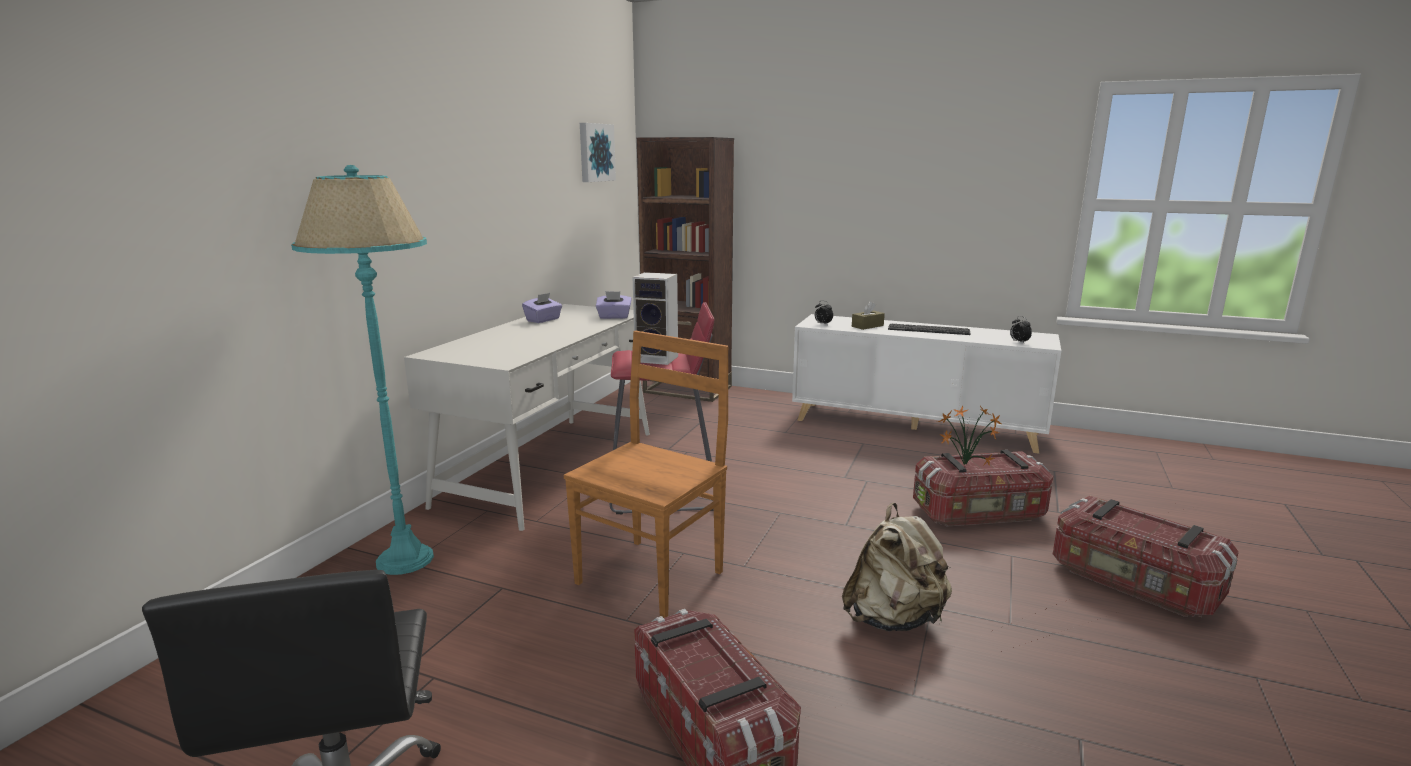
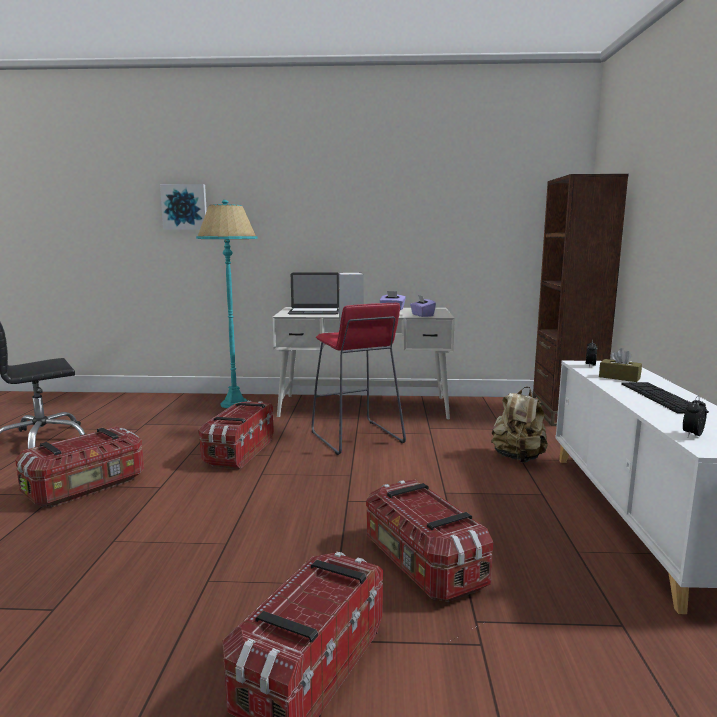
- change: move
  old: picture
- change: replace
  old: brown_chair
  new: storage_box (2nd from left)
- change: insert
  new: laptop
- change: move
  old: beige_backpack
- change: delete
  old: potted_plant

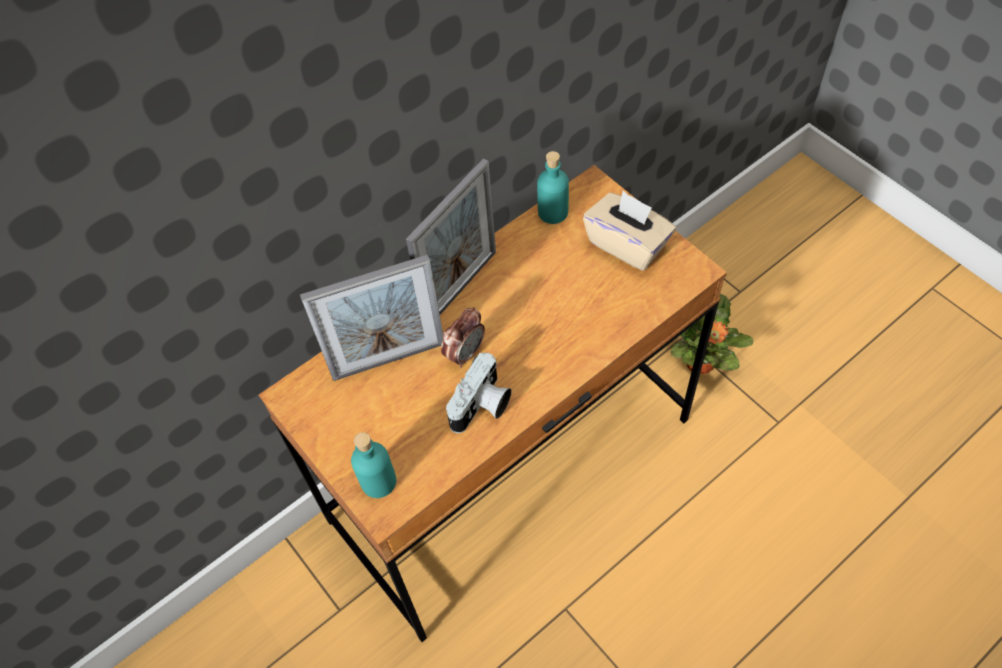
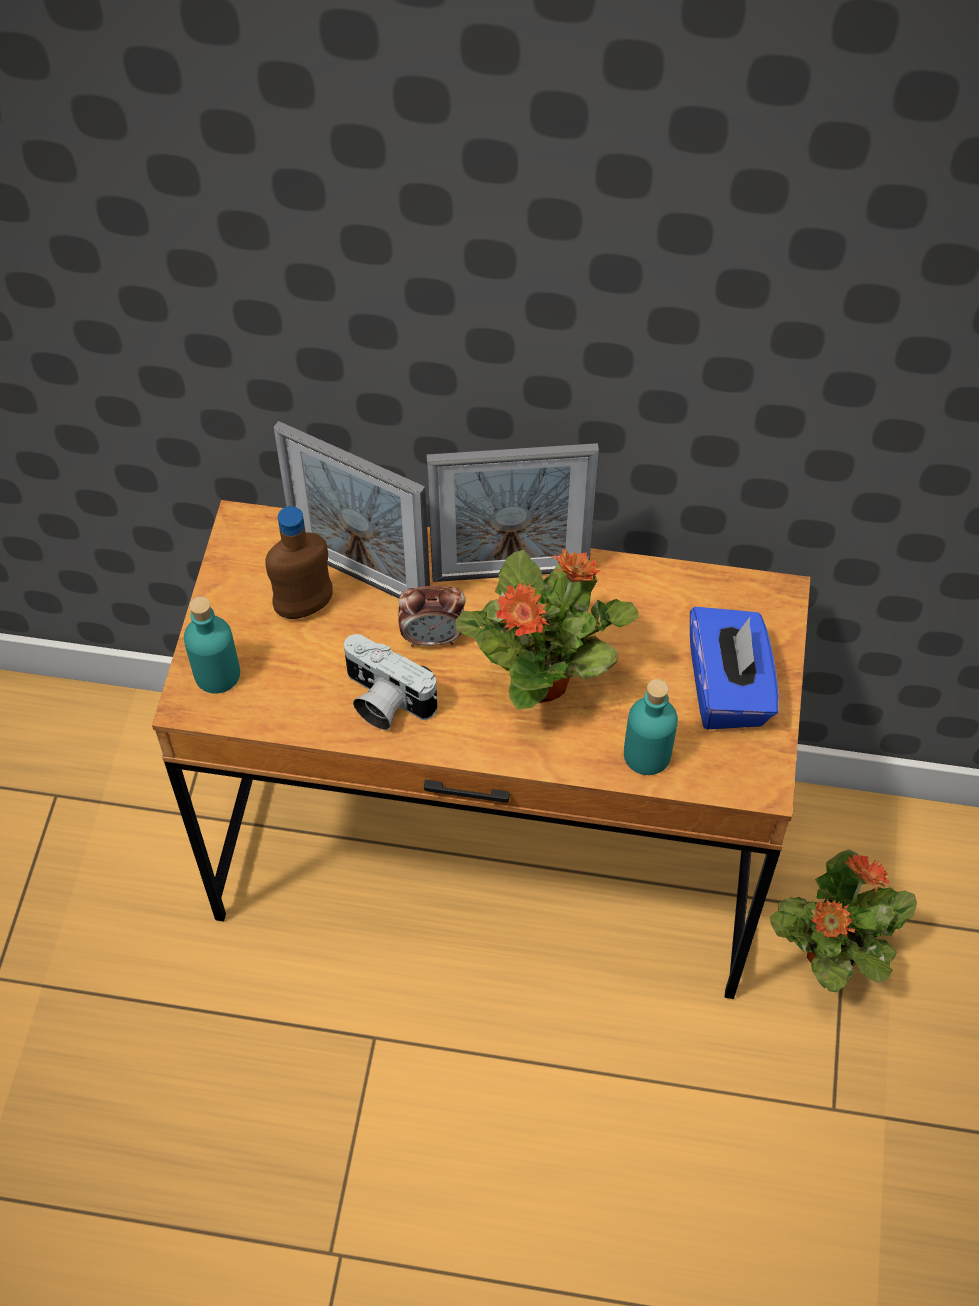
- change: insert
  new: brown_bottle
- change: rotate
  old: photo_camera
  degrees: 45
- change: insert
  new: potted_plant (1st from left)
- change: move
  old: turquoise_bottle (2nd from left)
- change: recolor
  old: beige_tissue_box
  new: blue_tissue_box

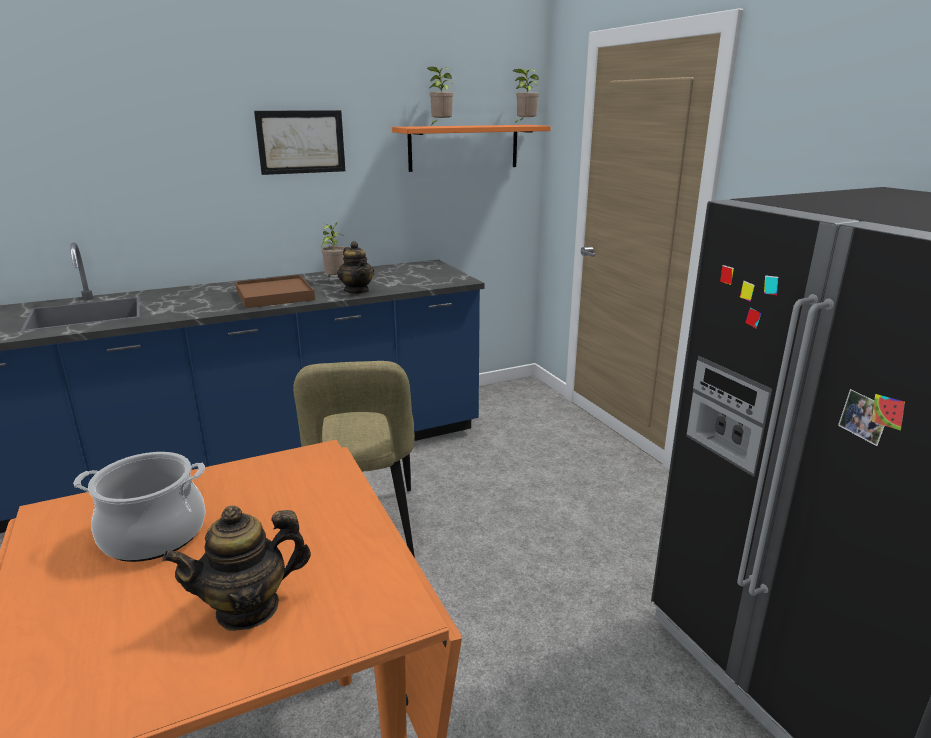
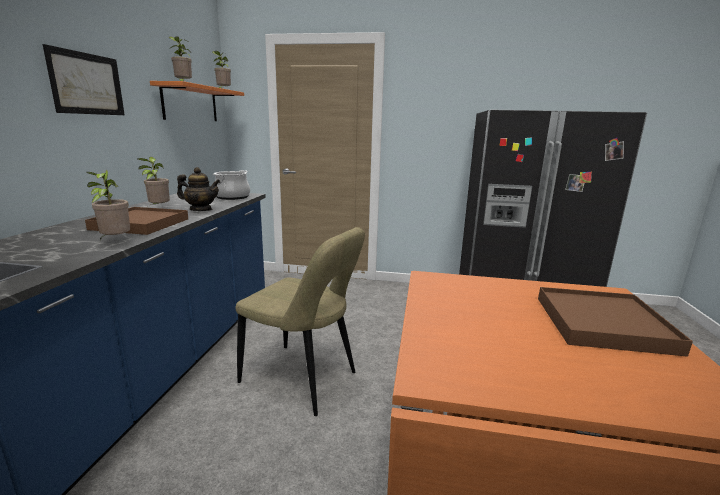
- change: insert
  new: potted_plant (1st from left)
- change: move
  old: cooking_pot
- change: replace
  old: teapot (1st from left)
  new: brown_tray (2nd from left)

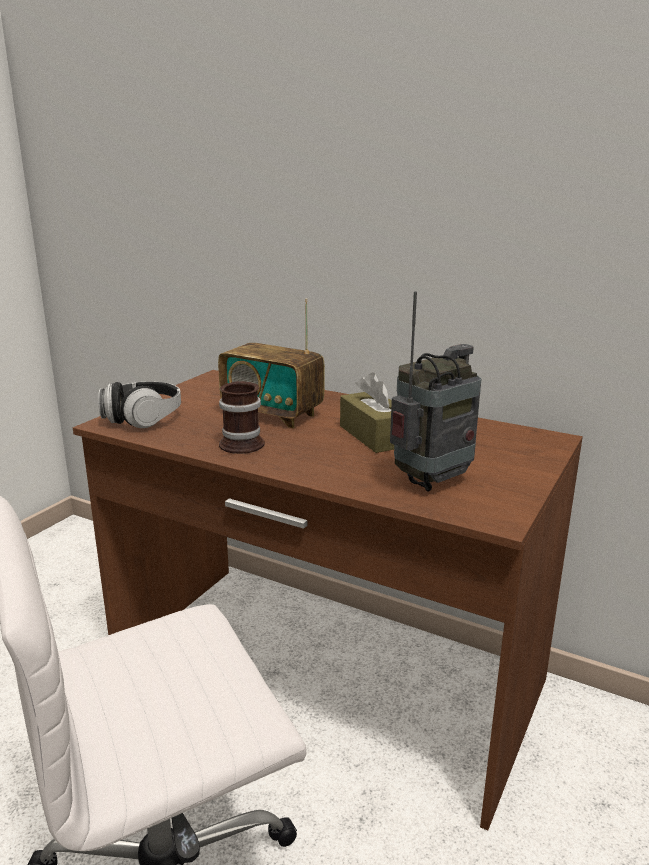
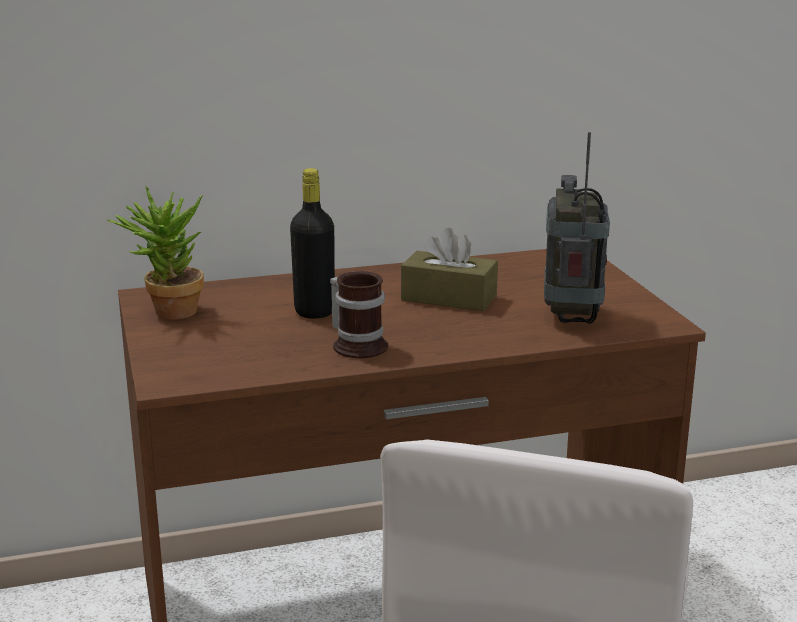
- change: insert
  new: potted_plant
- change: replace
  old: radio (1st from left)
  new: black_bottle
- change: delete
  old: headphones

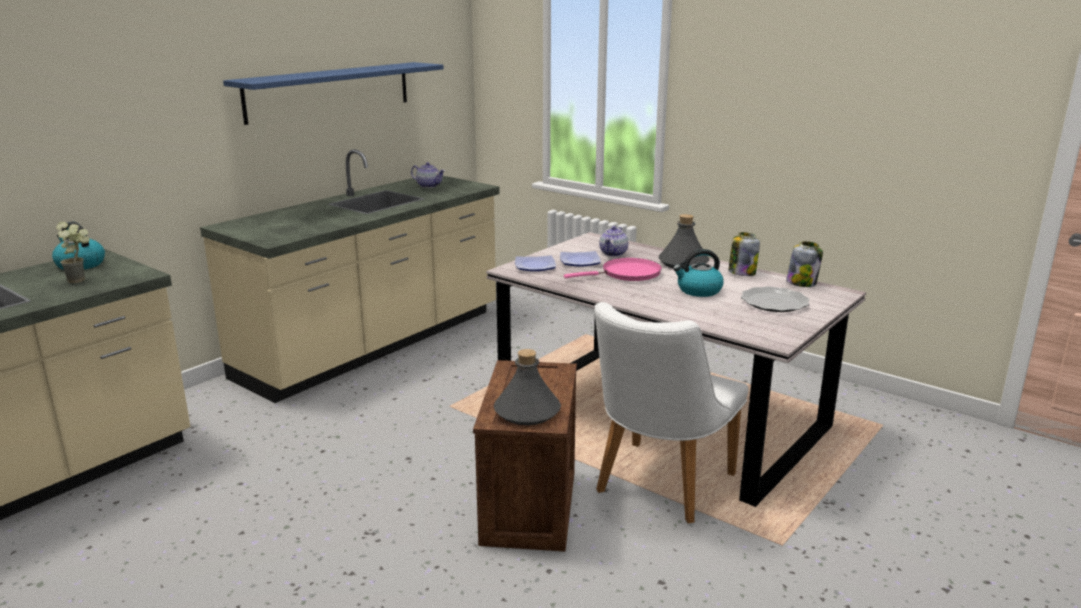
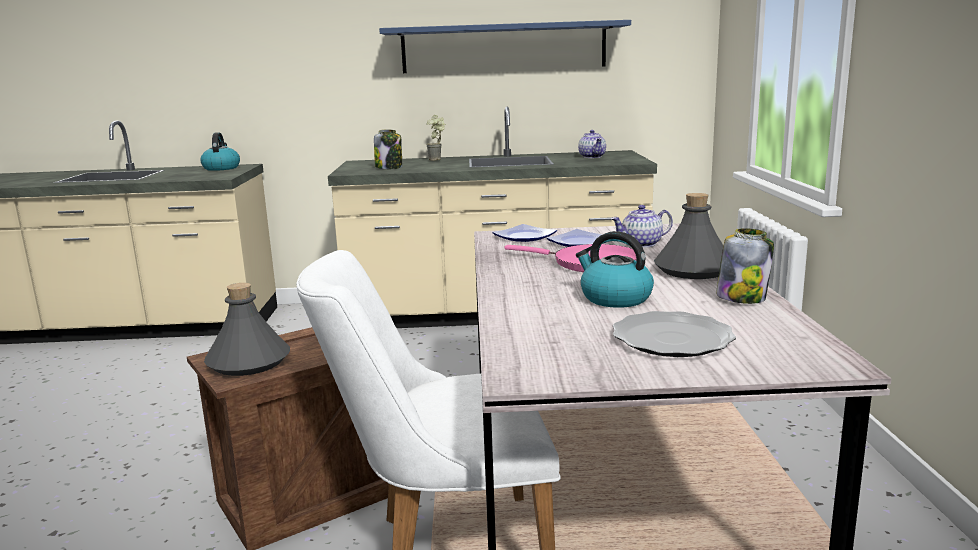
- change: move
  old: jar (2nd from left in the first image)
  new: jar (1st from left)
- change: move
  old: potted_plant

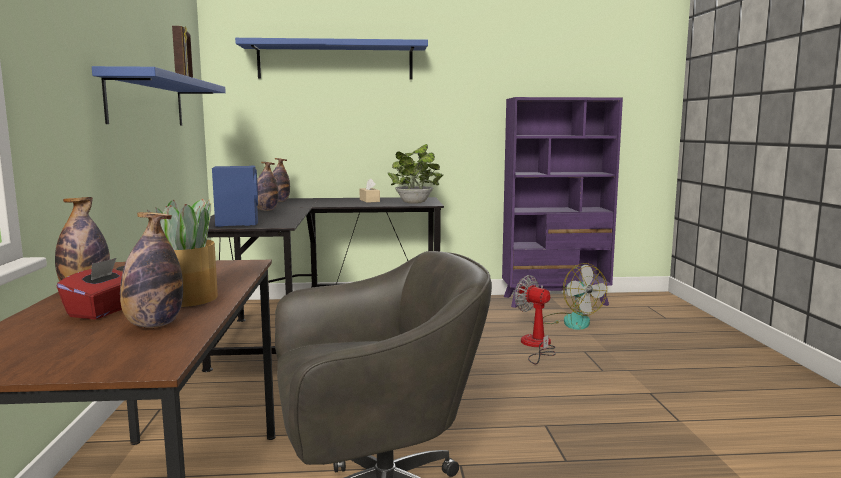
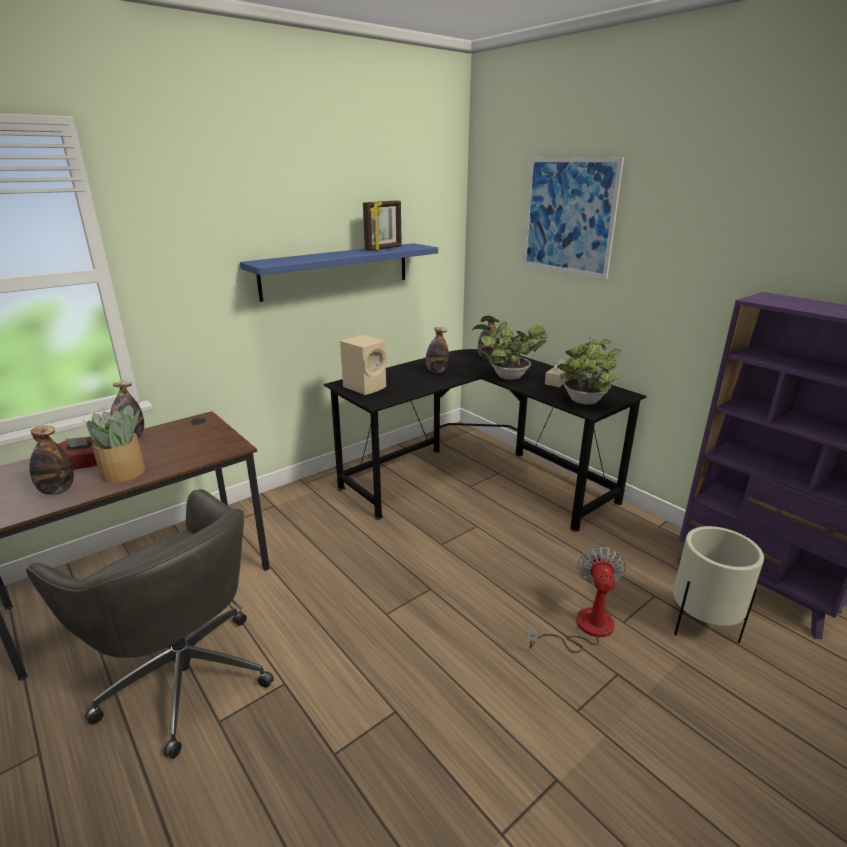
- change: recolor
  old: blue_speaker
  new: beige_speaker
- change: insert
  new: potted_plant (2nd from left)
- change: replace
  old: blue_shelf (2nd from left)
  new: picture
- change: replace
  old: fan (2nd from left)
  new: beige_planter

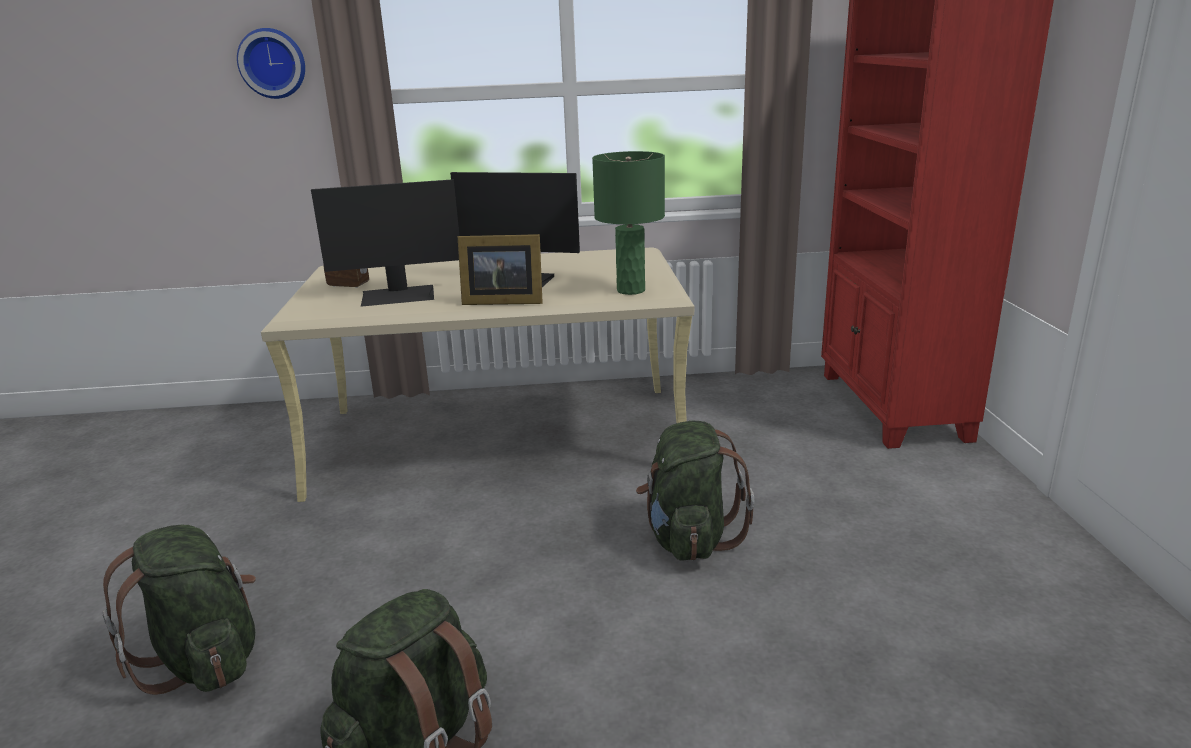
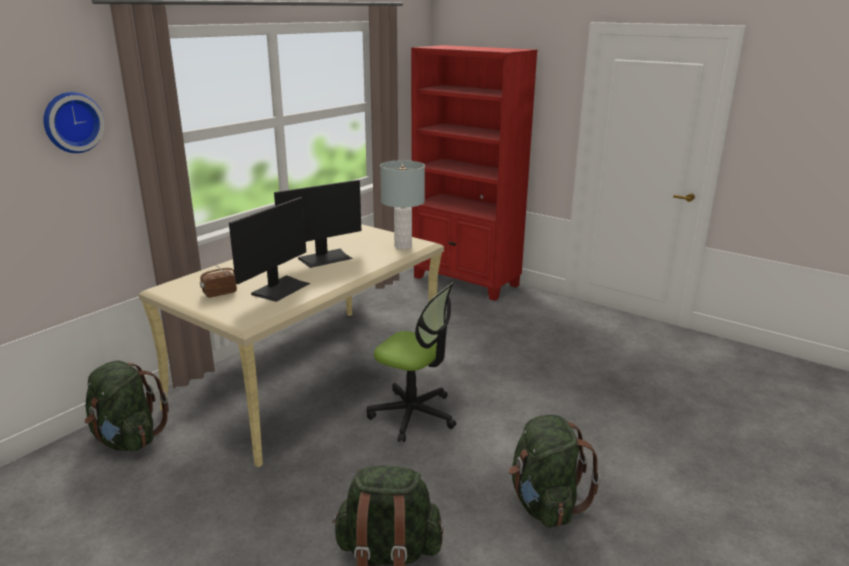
- change: move
  old: green_backpack (3rd from left in the first image)
  new: green_backpack (1st from left)
- change: insert
  new: office_chair
- change: recolor
  old: green_table_lamp
  new: grey_table_lamp
- change: delete
  old: picture_frame

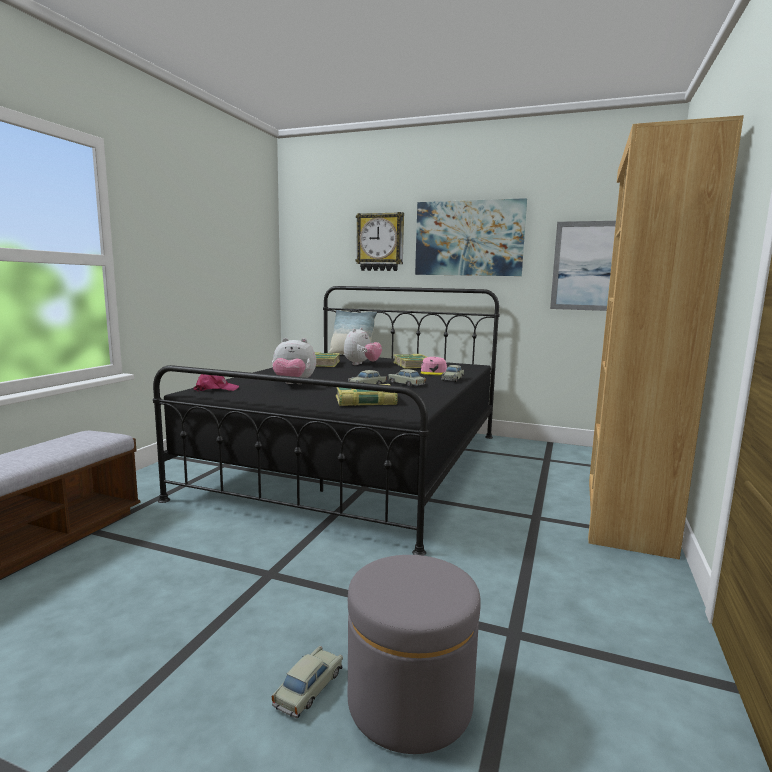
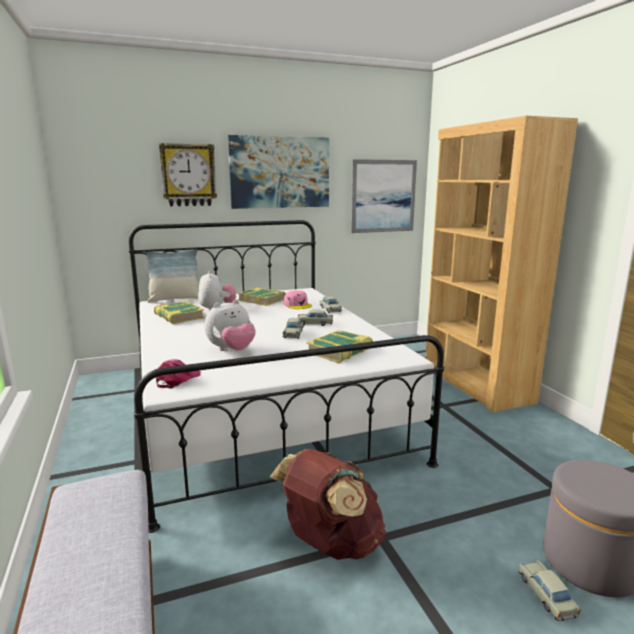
- change: recolor
  old: black_bed
  new: white_bed
- change: insert
  new: brown_backpack

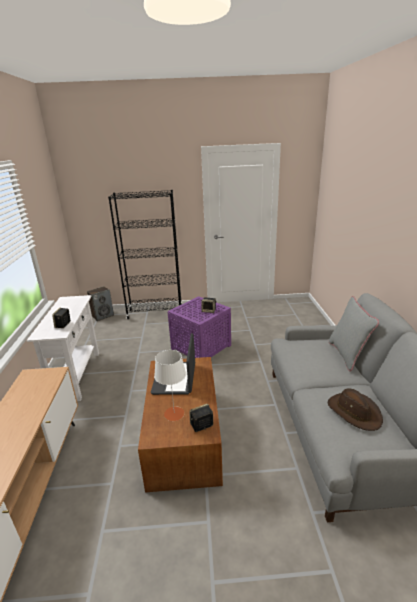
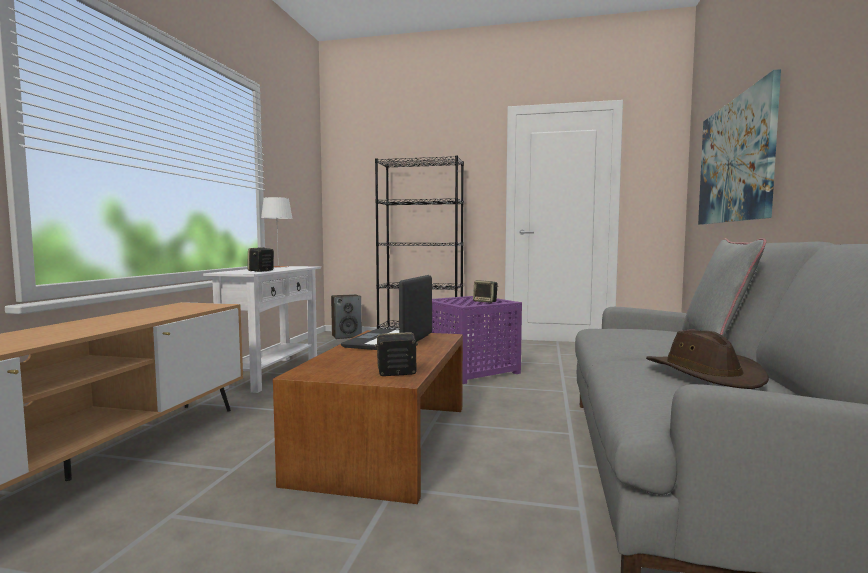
- change: move
  old: white_table_lamp
- change: insert
  new: picture

